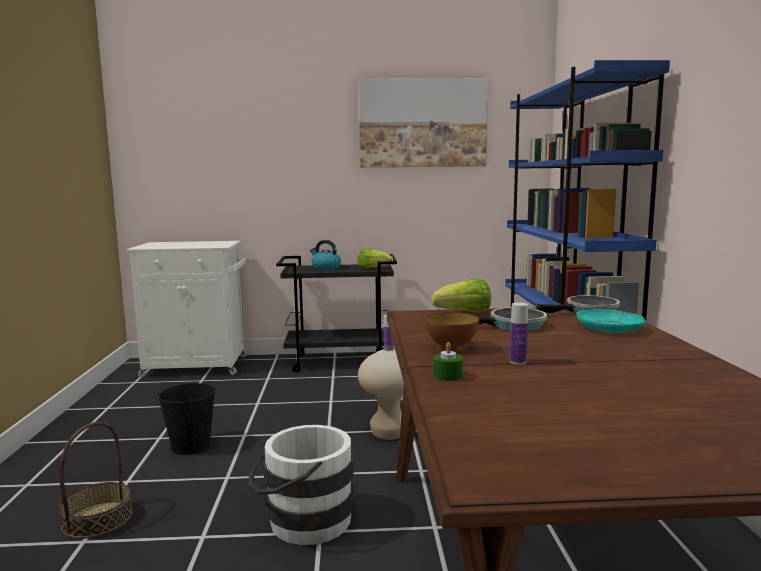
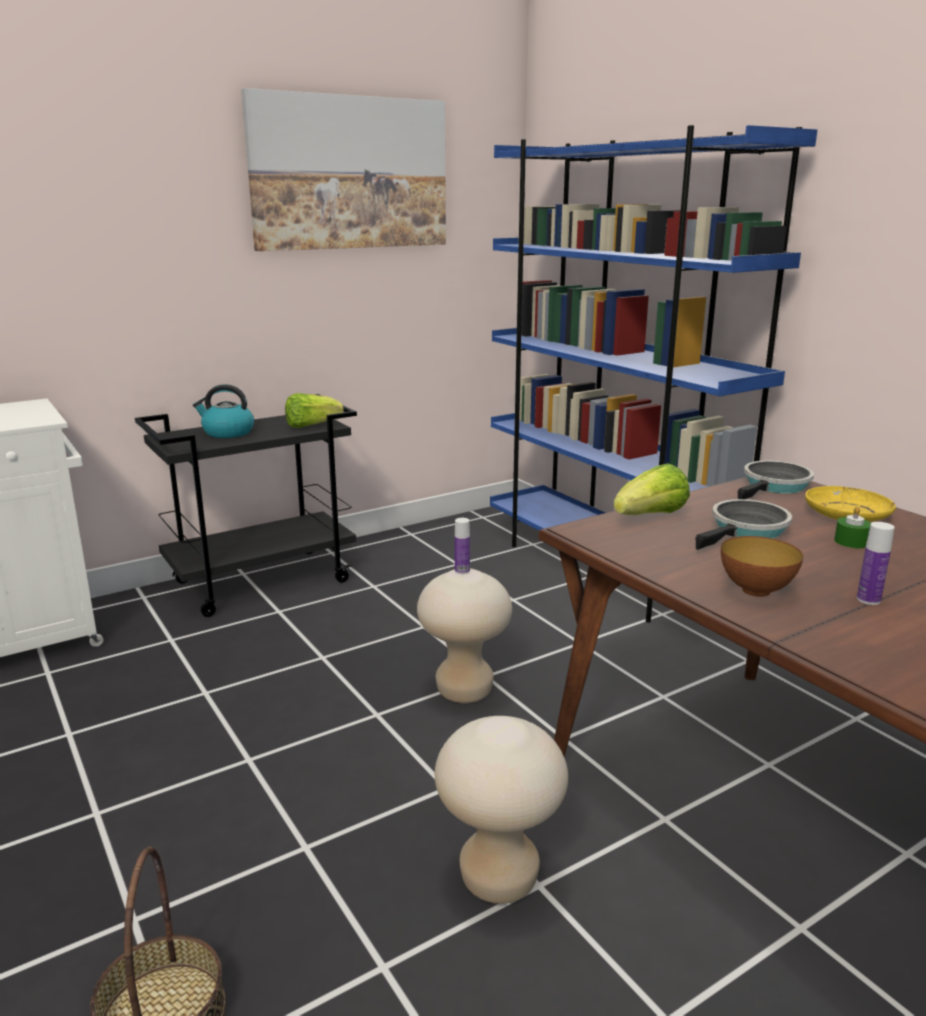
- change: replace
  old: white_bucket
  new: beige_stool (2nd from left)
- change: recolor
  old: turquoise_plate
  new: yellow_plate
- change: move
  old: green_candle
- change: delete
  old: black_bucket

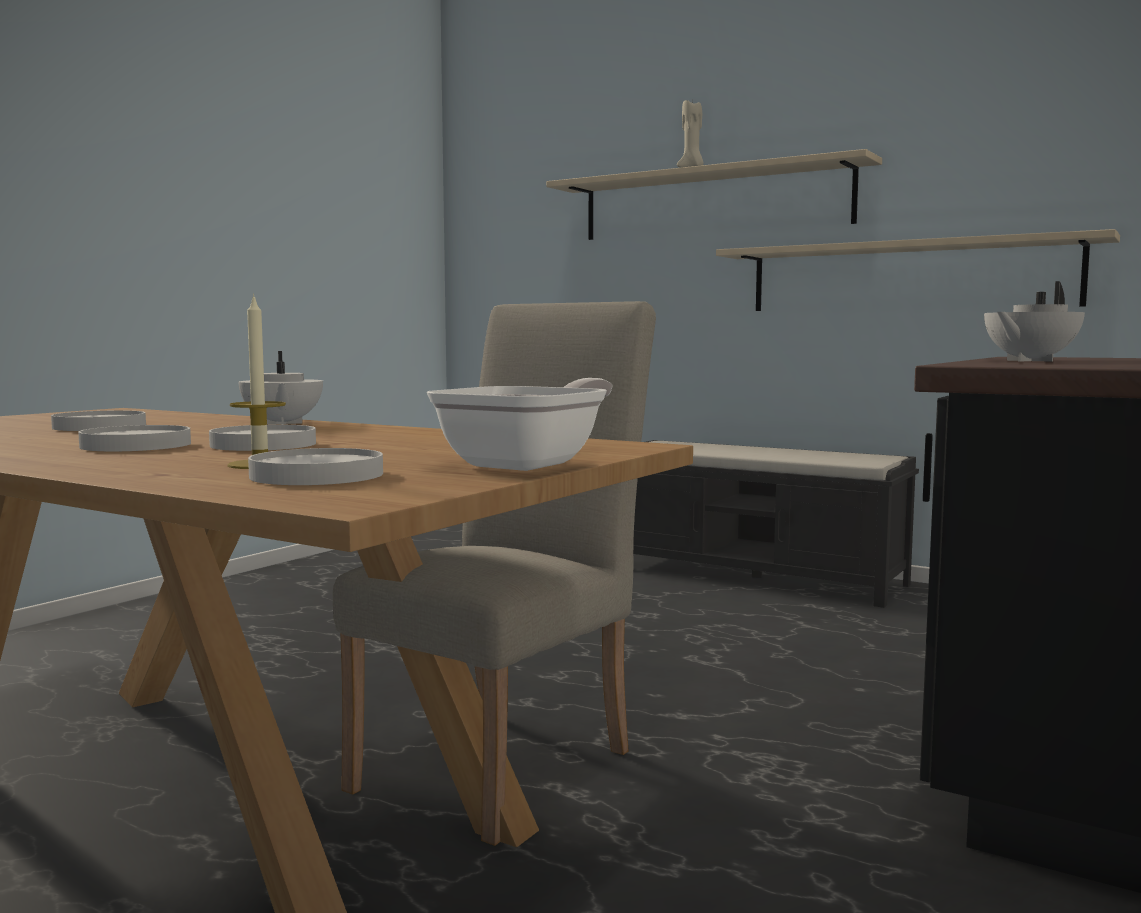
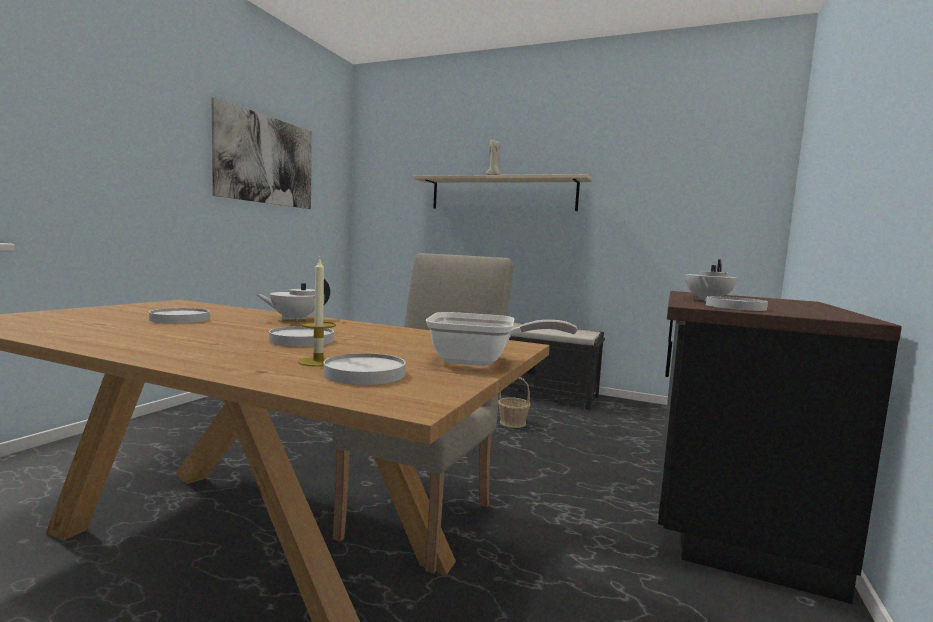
- change: insert
  new: picture
- change: rotate
  old: white_teapot (1st from left)
  degrees: 90
- change: rotate
  old: frying_pan
  degrees: 75
- change: insert
  new: basket
- change: move
  old: white_plate (2nd from left in the first image)
  new: white_plate (4th from left)
- change: delete
  old: beige_shelf (2nd from left)

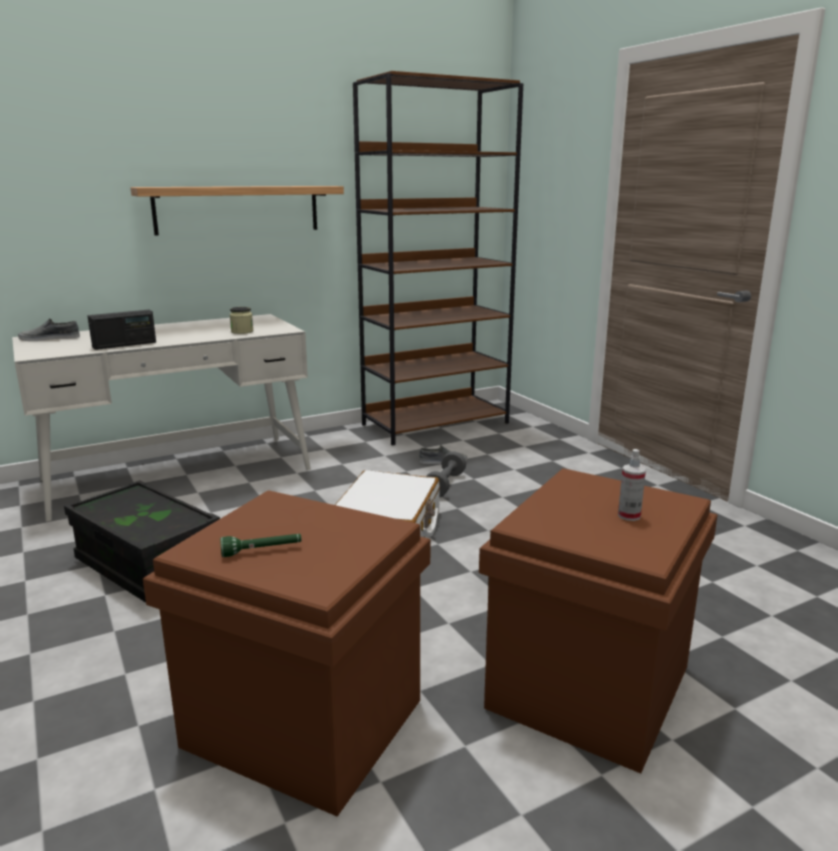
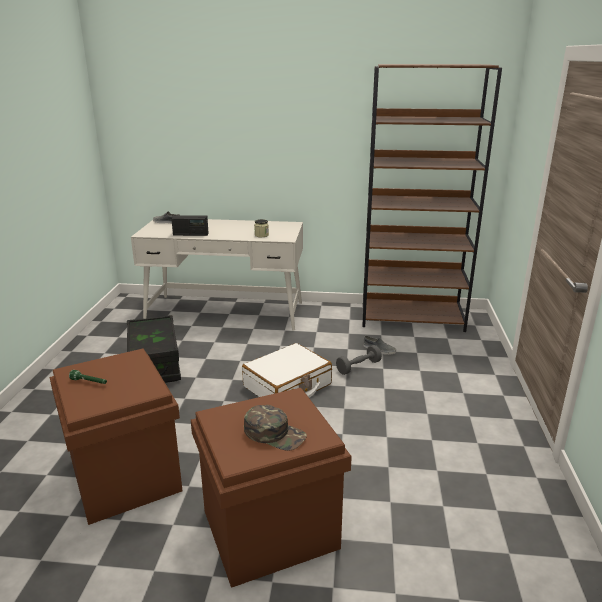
- change: replace
  old: spray_bottle
  new: green_cap
- change: delete
  old: shelf

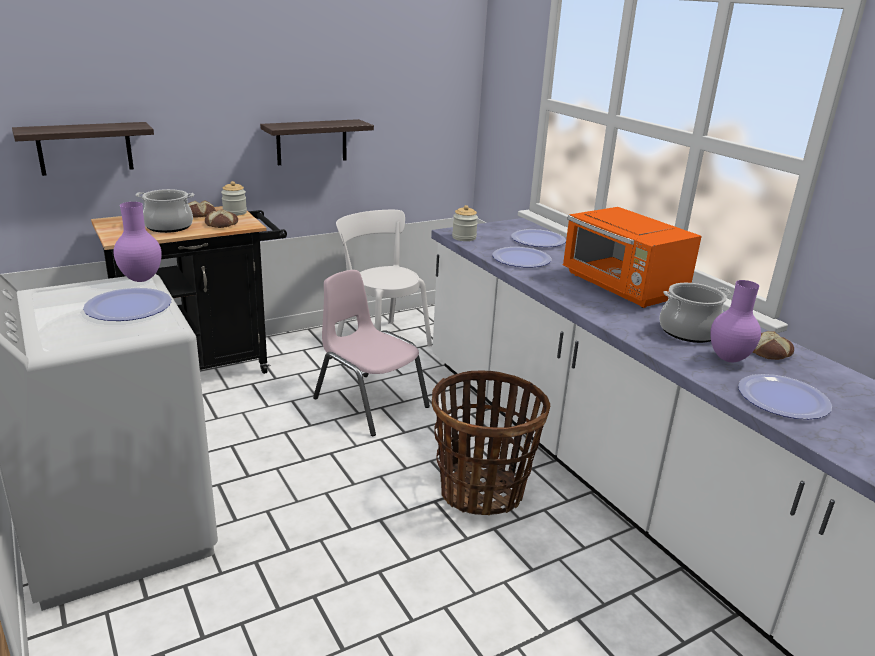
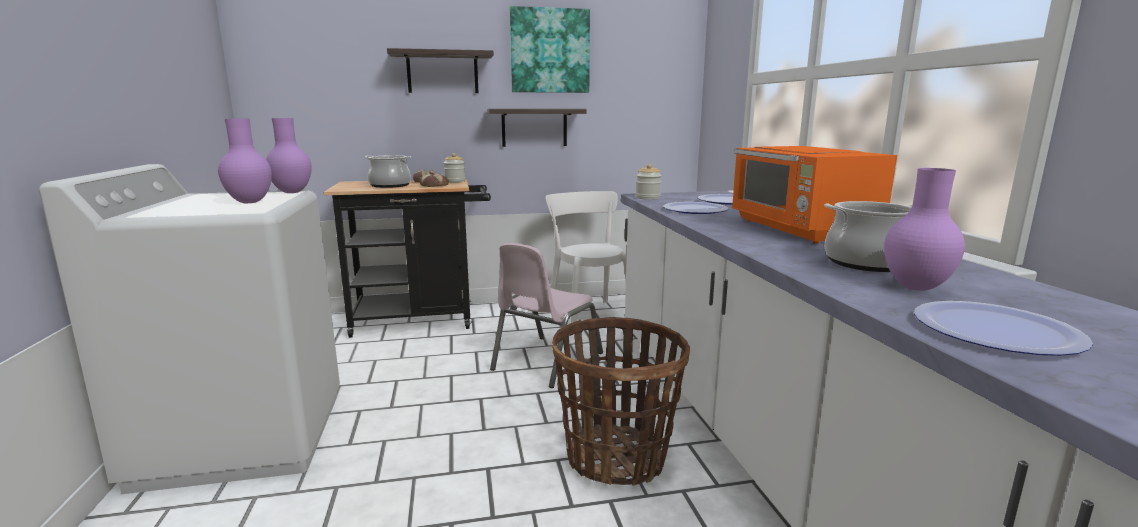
- change: replace
  old: plate (1st from left)
  new: purple_vase (1st from left)
- change: move
  old: shelf (1st from left)
- change: rotate
  old: pink_chair
  degrees: -120
- change: insert
  new: picture
- change: delete
  old: bread (3rd from left)

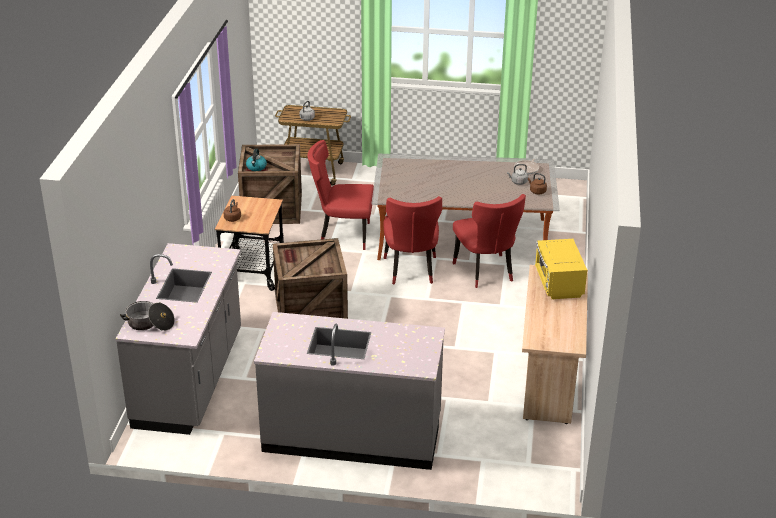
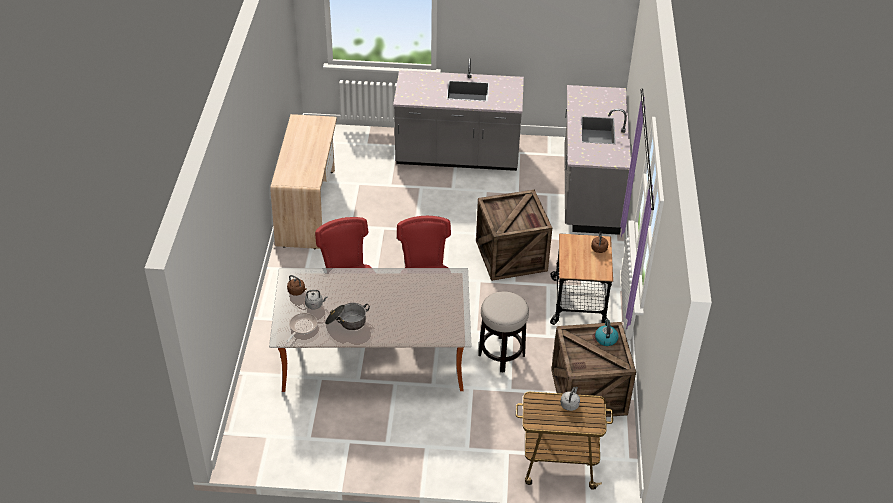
- change: move
  old: cooking_pot
- change: replace
  old: red_chair (1st from left)
  new: stool
- change: delete
  old: yellow_microwave

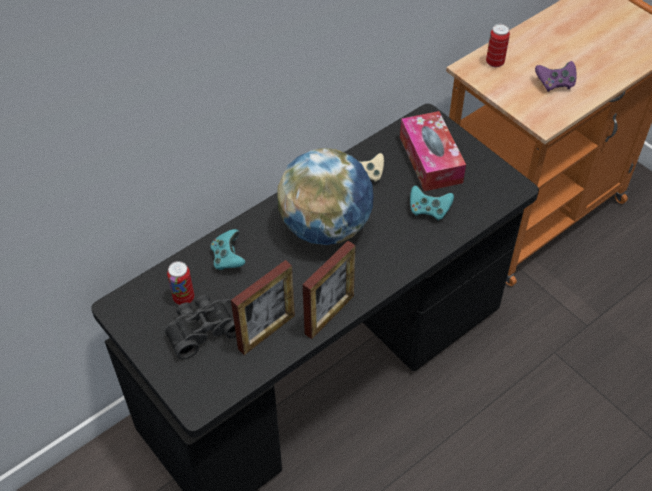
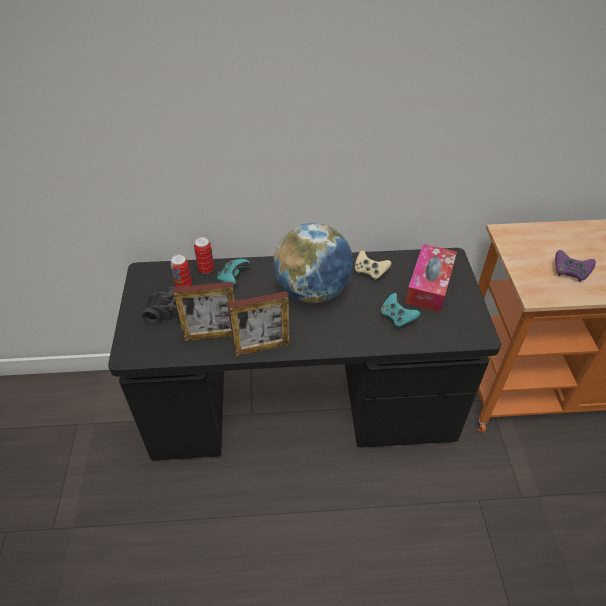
- change: move
  old: can (2nd from left)

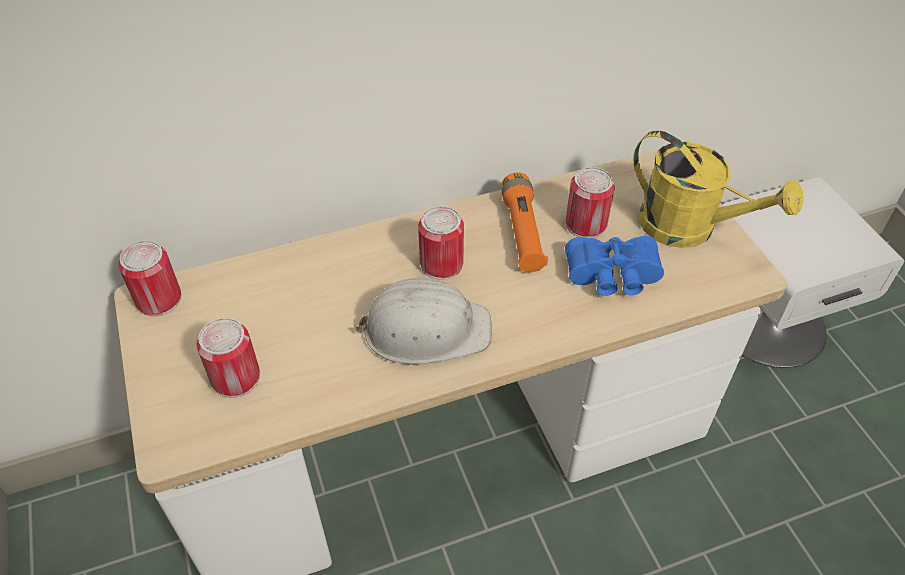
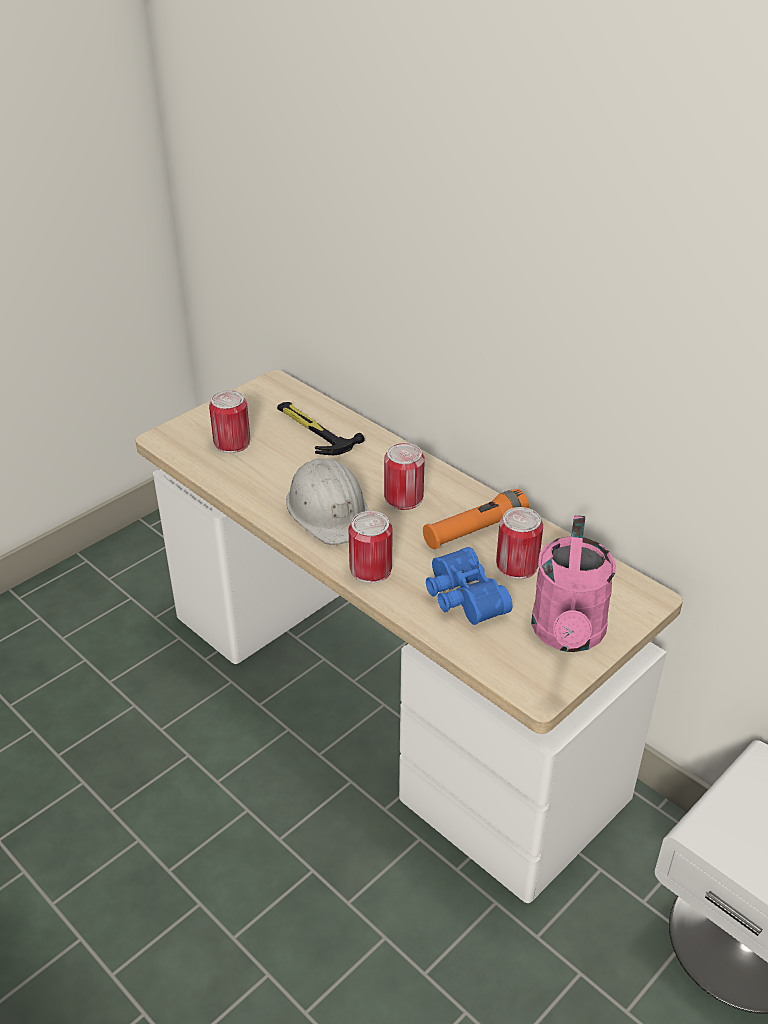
- change: insert
  new: hammer
- change: move
  old: can (1st from left in the first image)
  new: can (2nd from left)
- change: recolor
  old: yellow_watering_can
  new: pink_watering_can

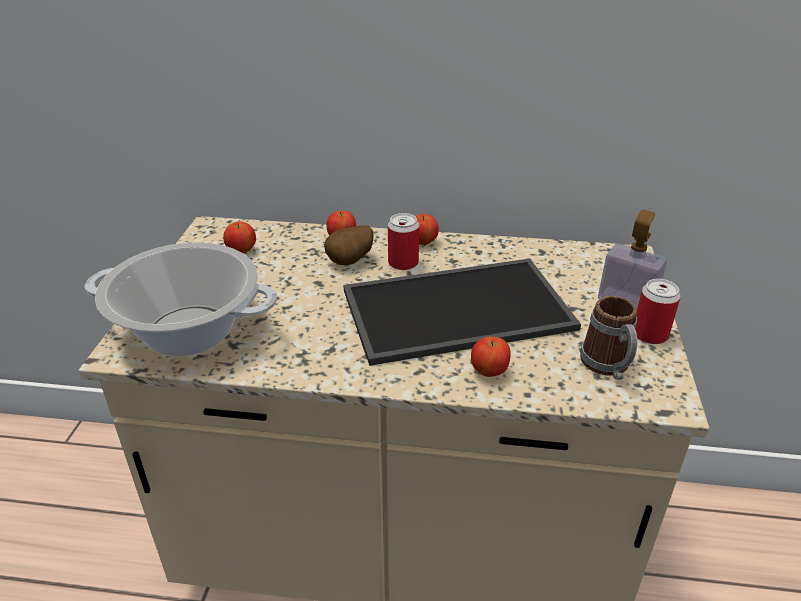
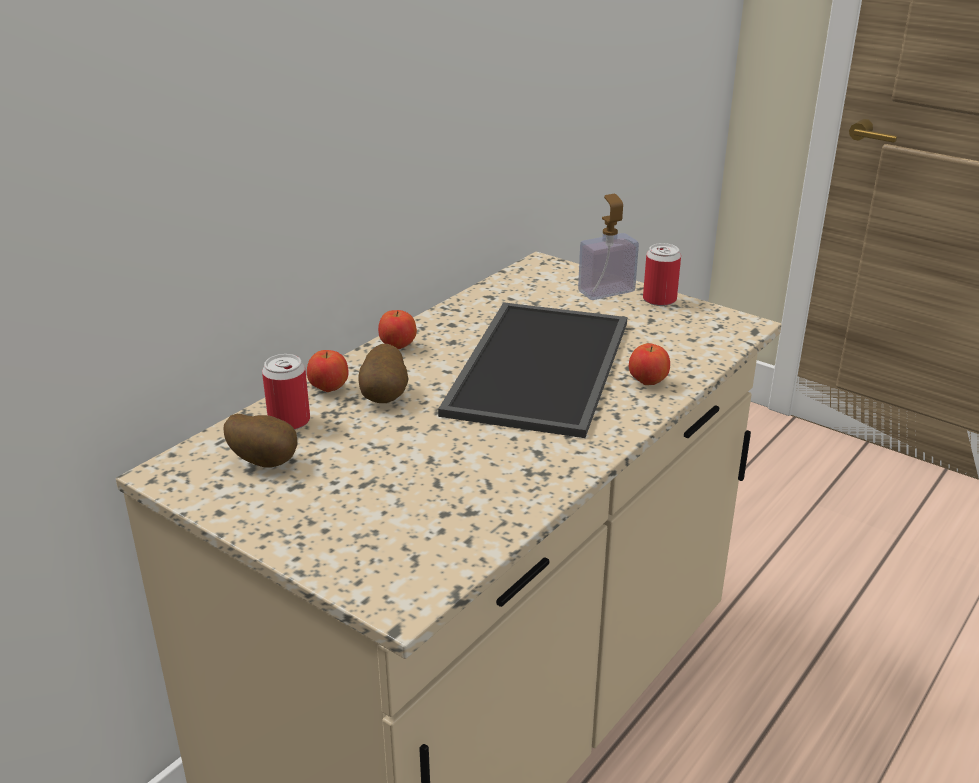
- change: replace
  old: apple (1st from left)
  new: potato (1st from left)
- change: move
  old: can (1st from left)
- change: delete
  old: cooking_pot
- change: delete
  old: mug

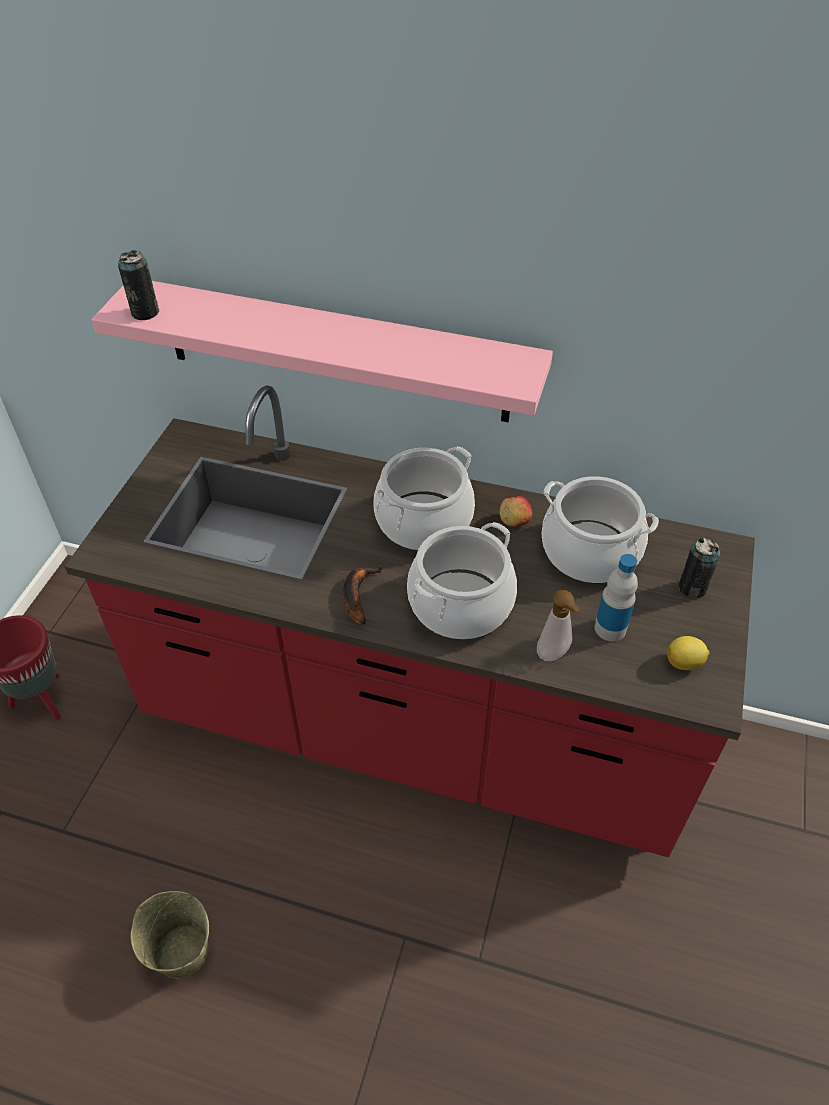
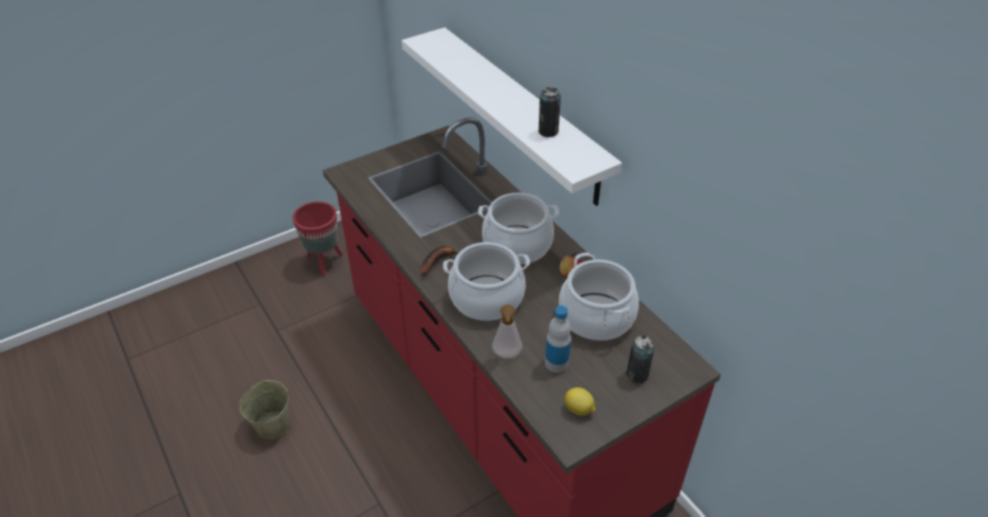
- change: recolor
  old: pink_shelf
  new: white_shelf
- change: move
  old: can (1st from left)

